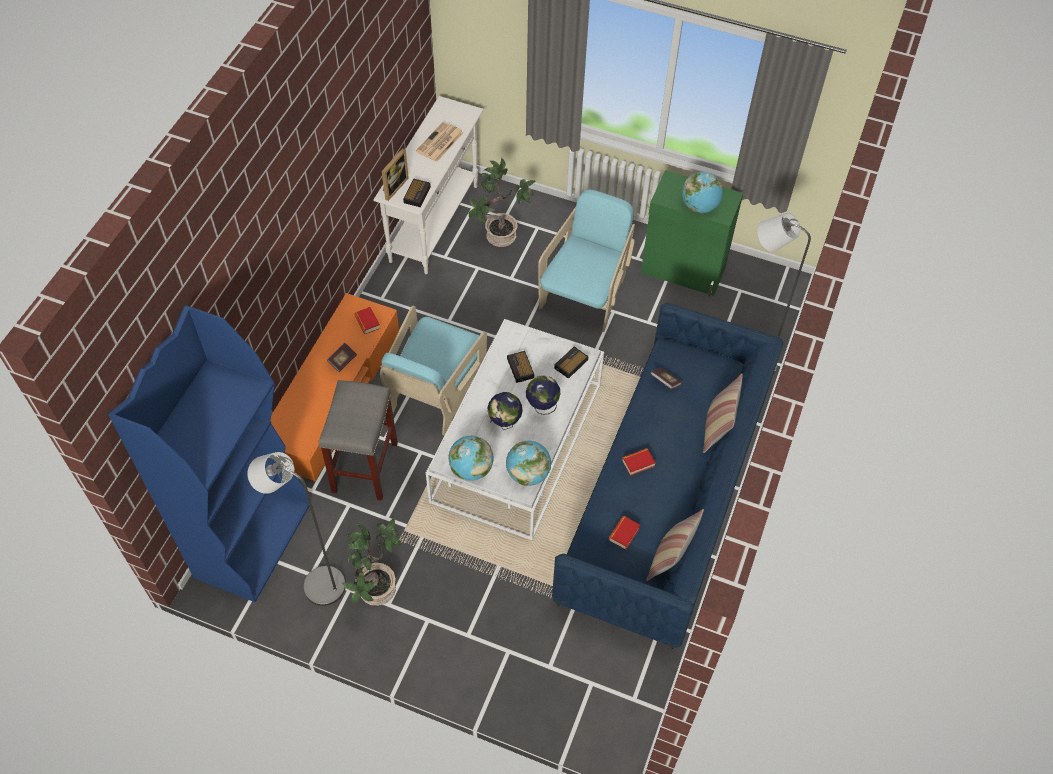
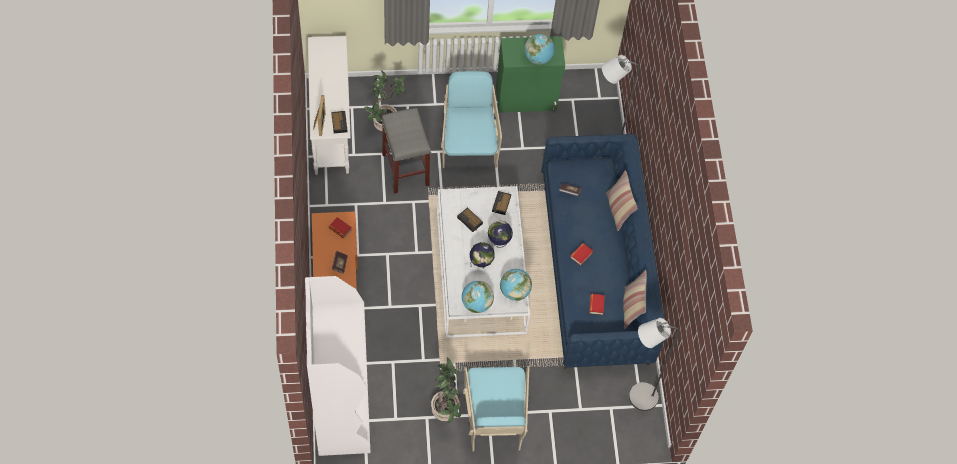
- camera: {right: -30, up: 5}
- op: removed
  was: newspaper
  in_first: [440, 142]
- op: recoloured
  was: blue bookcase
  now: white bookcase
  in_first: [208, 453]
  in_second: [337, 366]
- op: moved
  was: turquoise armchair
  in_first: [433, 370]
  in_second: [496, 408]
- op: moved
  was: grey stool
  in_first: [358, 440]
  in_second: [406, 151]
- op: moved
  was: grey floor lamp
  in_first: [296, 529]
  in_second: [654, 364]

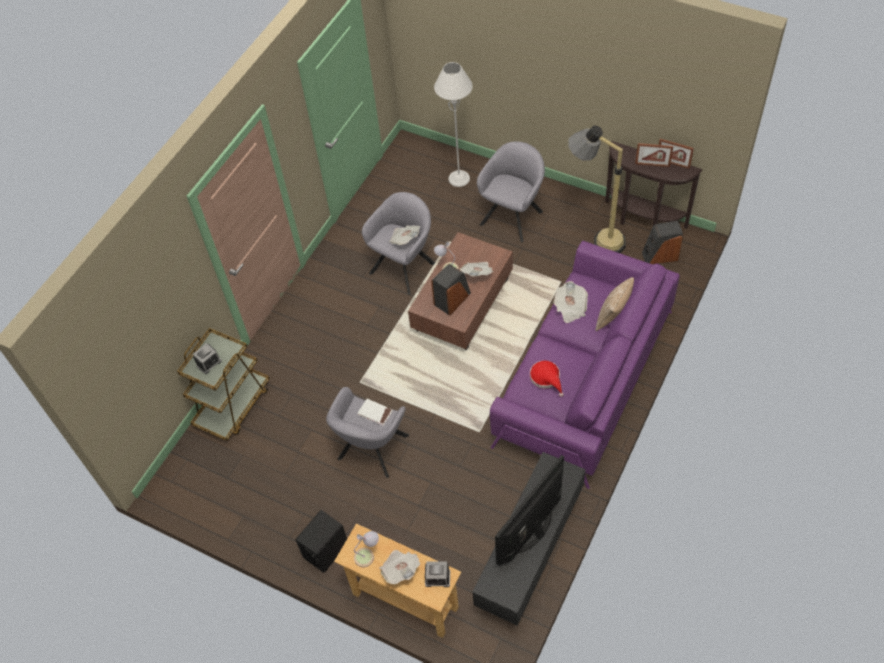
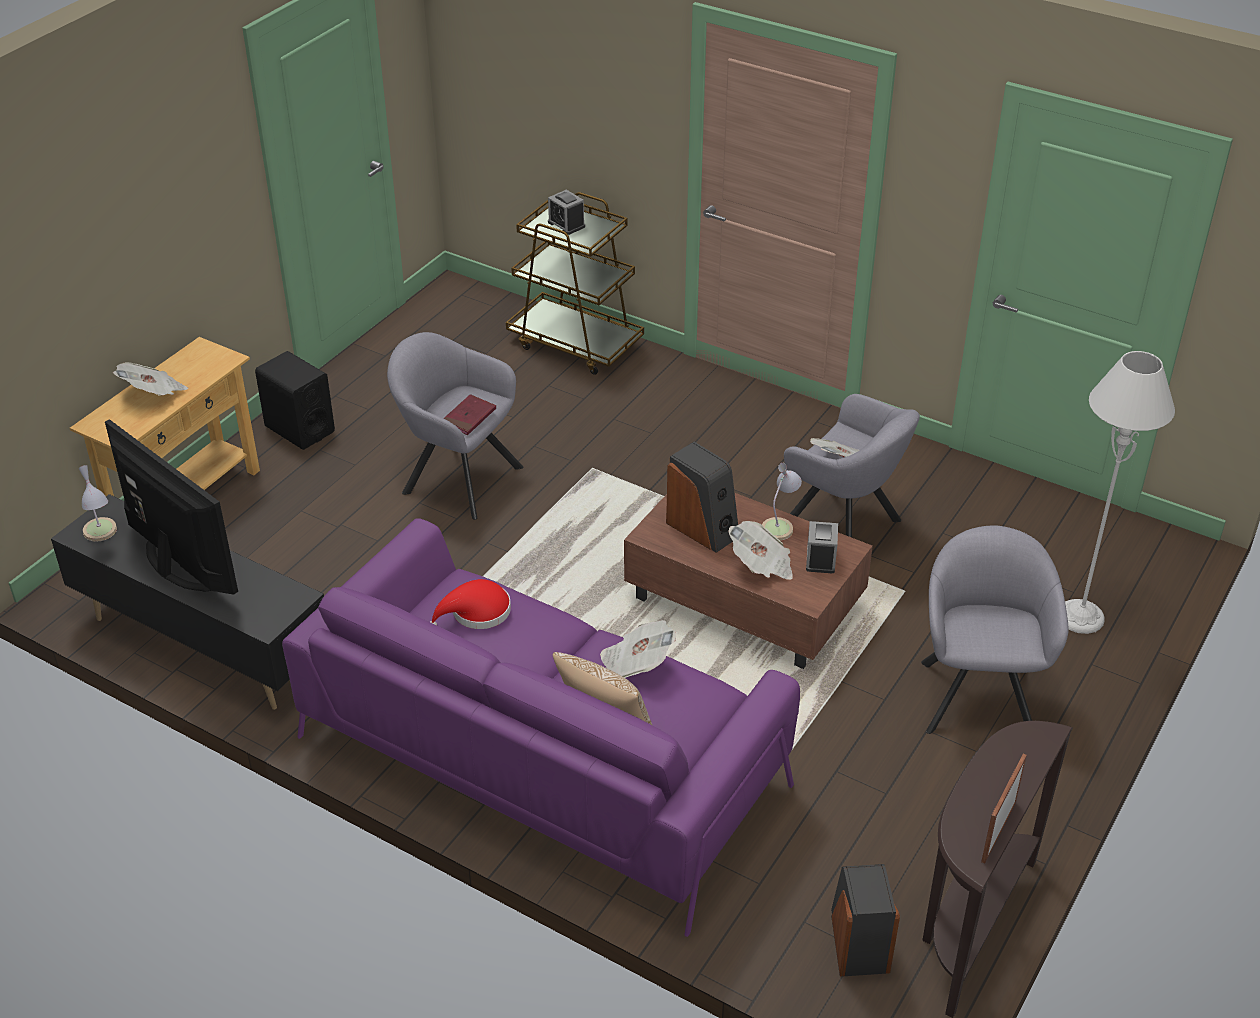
- camera: {right: 90, up: -15}
- op: removed
  was: floor lamp
  in_first: [597, 189]
- op: turned
  was: grey armchair
  in_first: [511, 191]
  in_second: [995, 629]
  clockwise: -120
- op: removed
  was: picture frame
  in_first: [654, 155]
- op: recoloured
  was: white book
  now: red book
  in_first: [375, 412]
  in_second: [470, 414]
- op: moved
  was: table lamp
  in_first: [366, 549]
  in_second: [98, 503]
- op: moved
  was: alarm clock
  in_first: [437, 574]
  in_second: [822, 547]

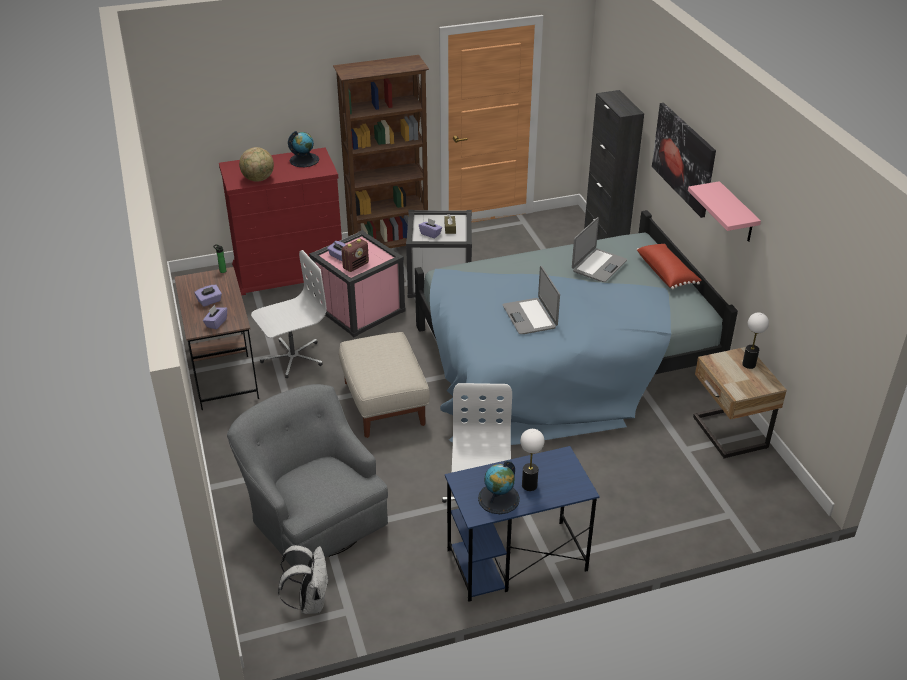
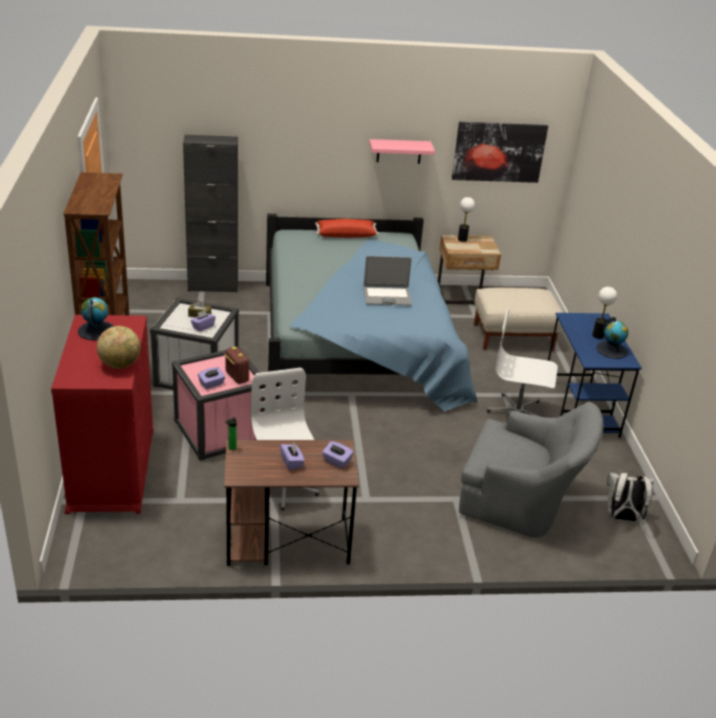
- camera: {right: -80, up: -5}
- op: moved
  was: picture
  in_first: [684, 160]
  in_second: [500, 152]
- op: removed
  was: laptop
  in_first: [599, 249]
- op: moved
  was: beige ottoman
  in_first: [384, 385]
  in_second: [518, 319]
- op: turned
  was: grey armchair
  in_first: [307, 475]
  in_second: [531, 470]
  clockwise: -135

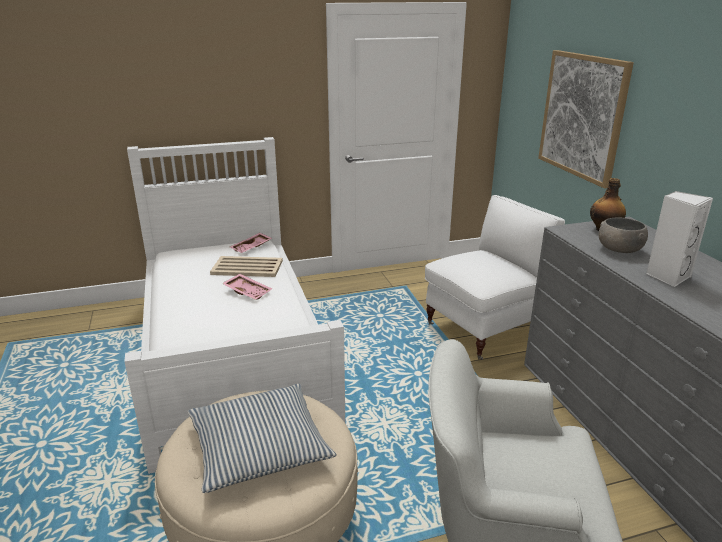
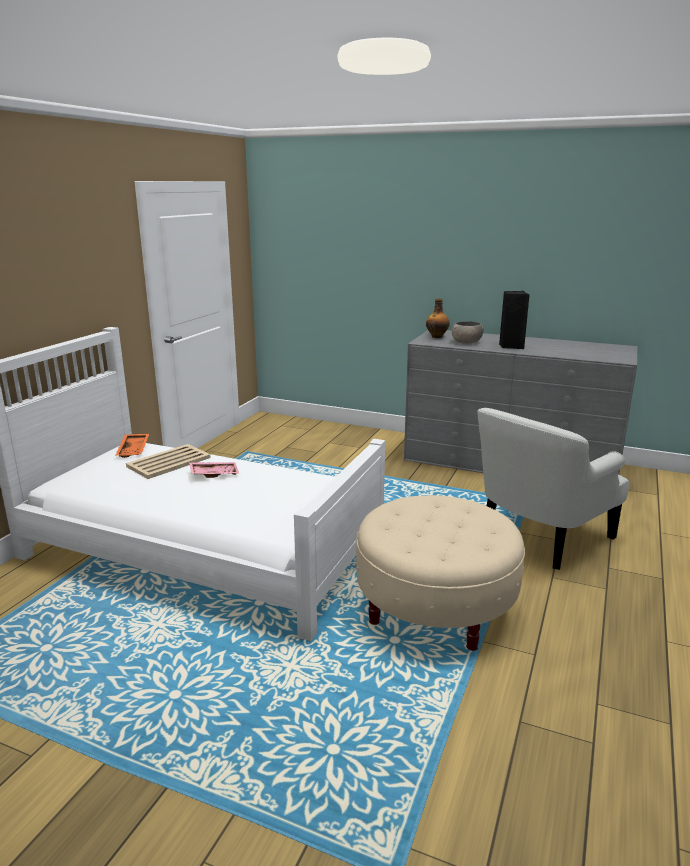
- camera: {right: -50, up: -5}
- op: removed
  was: picture
  in_first: [586, 119]
- op: recoloured
  was: white speaker
  now: black speaker
  in_first: [679, 239]
  in_second: [514, 320]
- op: removed
  was: white armchair
  in_first: [495, 277]
- op: recoloured
  was: pink tray
  now: orange tray
  in_first: [251, 243]
  in_second: [132, 446]
- op: removed
  was: pillow
  in_first: [262, 438]

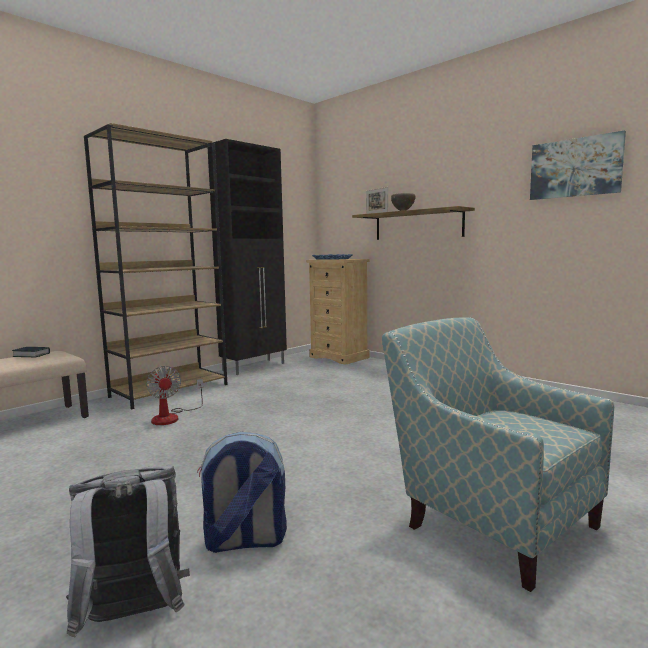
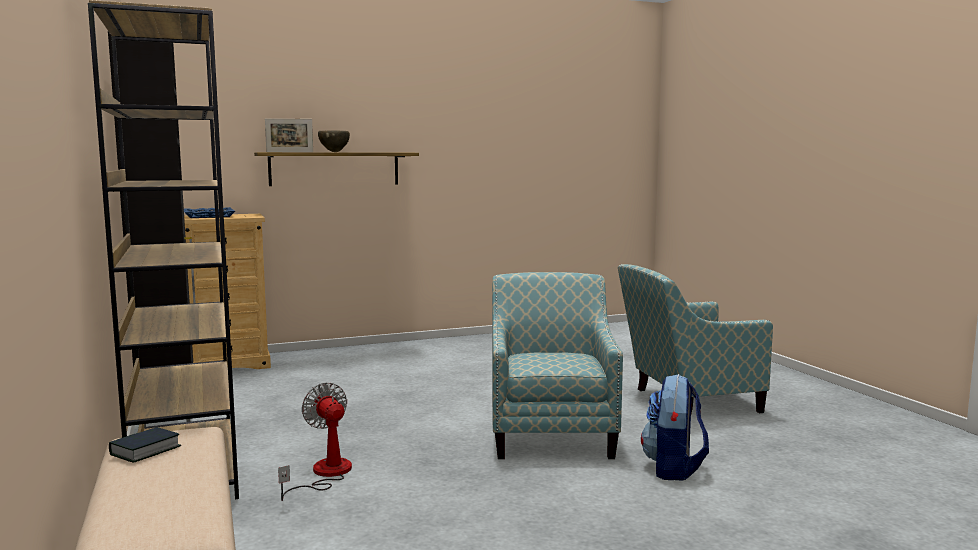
- camera: {right: -65, up: 0}
- op: removed
  was: picture
  in_first: [578, 165]
- op: turned
  was: fan
  in_first: [174, 395]
  in_second: [315, 441]
  clockwise: -120
- op: removed
  was: grey backpack
  in_first: [128, 552]
- op: added
  now: armchair
  in_second: [557, 365]

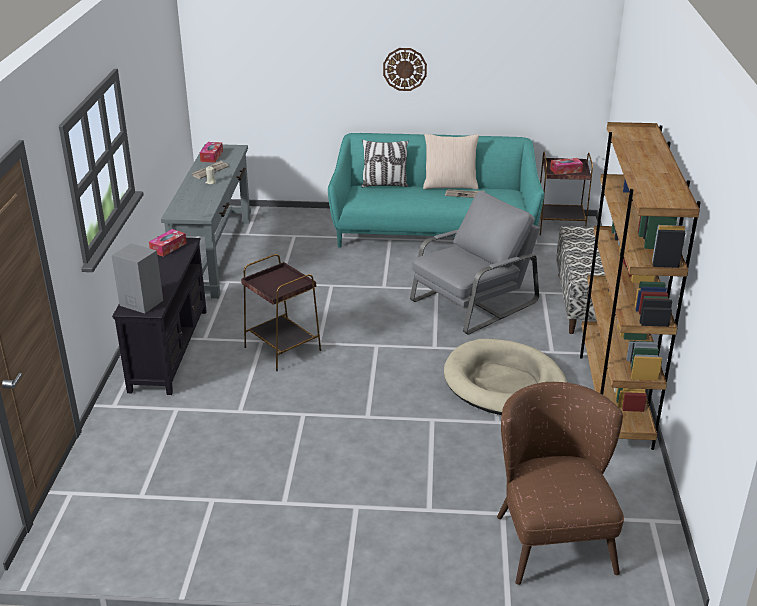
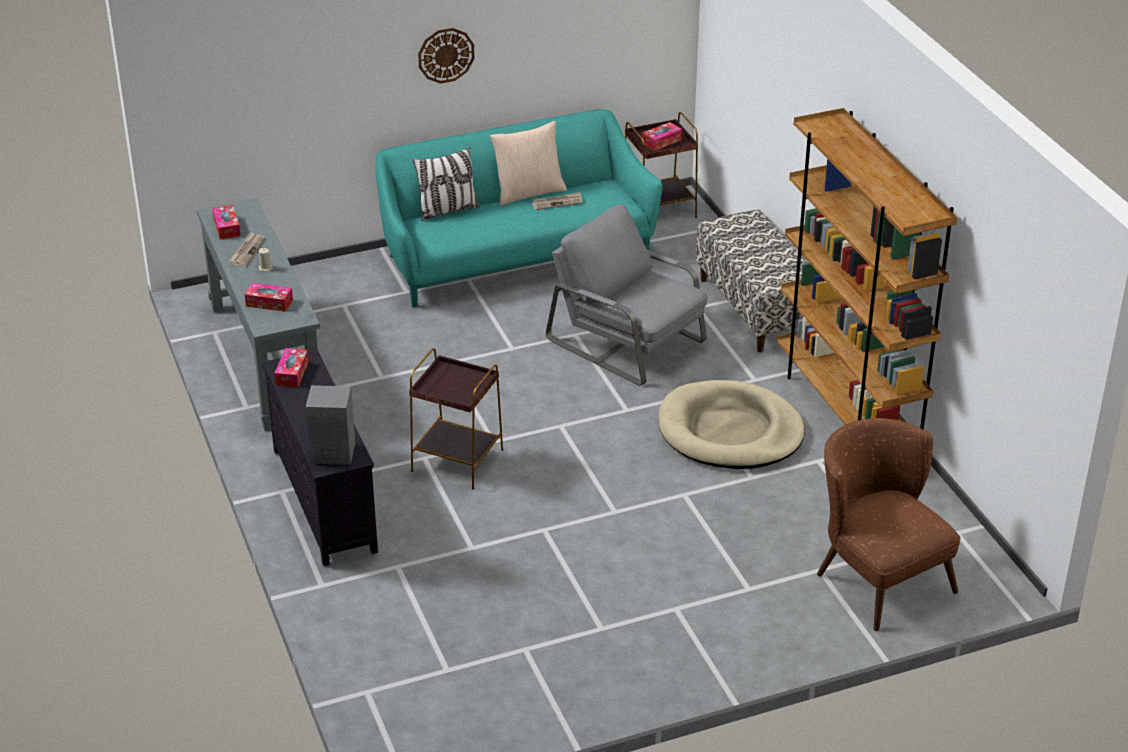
- camera: {right: -25, up: 5}
- op: turned
  was: grey armchair
  in_first: [475, 263]
  in_second: [626, 295]
  clockwise: -75
- op: added
  now: tissue box
  in_second: [269, 297]

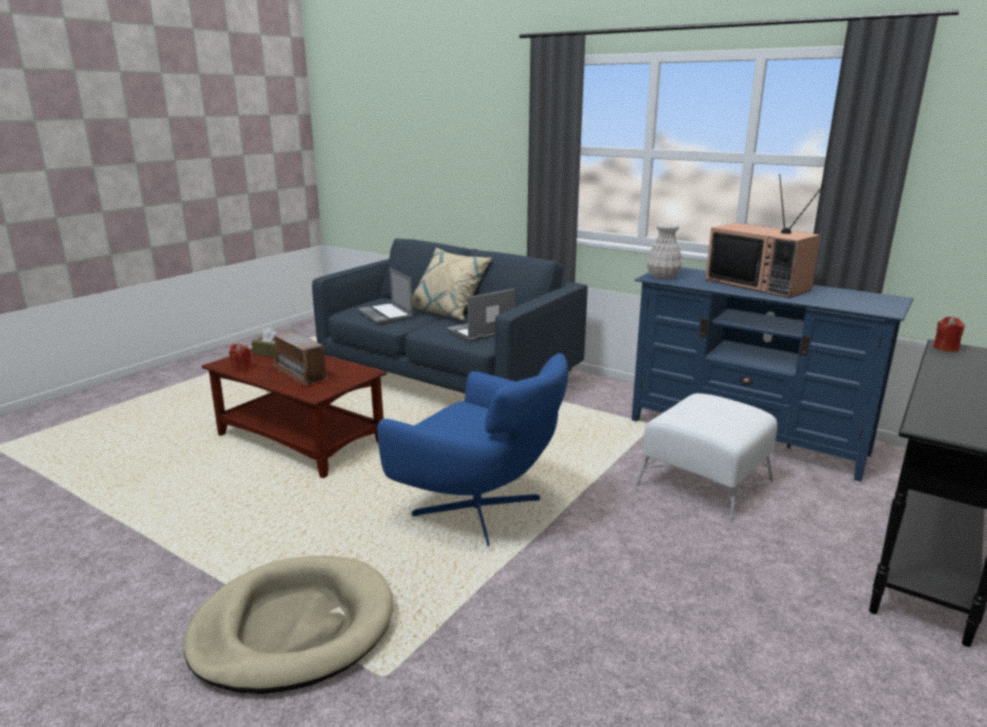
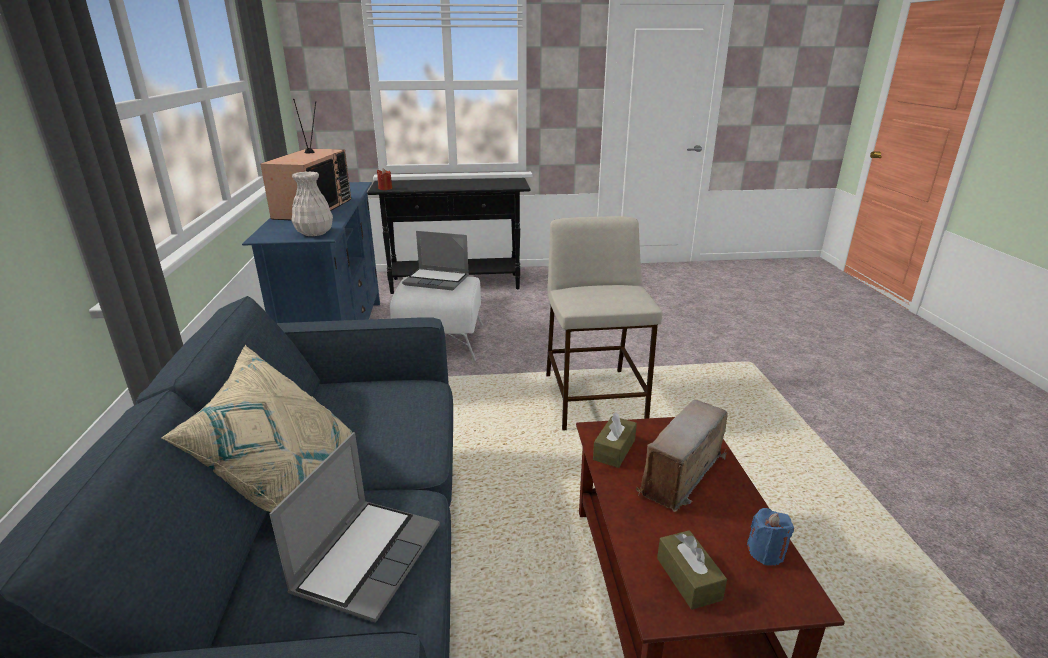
- camera: {right: -130, up: 5}
- op: moved
  was: laptop
  in_first: [481, 315]
  in_second: [435, 261]
- op: turned
  was: radio
  in_first: [301, 358]
  in_second: [682, 456]
  clockwise: -150
- op: recoloured
  was: red candle
  now: blue candle
  in_first: [240, 358]
  in_second: [770, 537]
- op: replaced
  was: blue armchair
  now: beige stool
  in_first: [472, 449]
  in_second: [604, 323]
- op: removed
  was: beige dog bed
  in_first: [288, 625]
- op: added
  now: brown tissue box
  in_second: [615, 440]

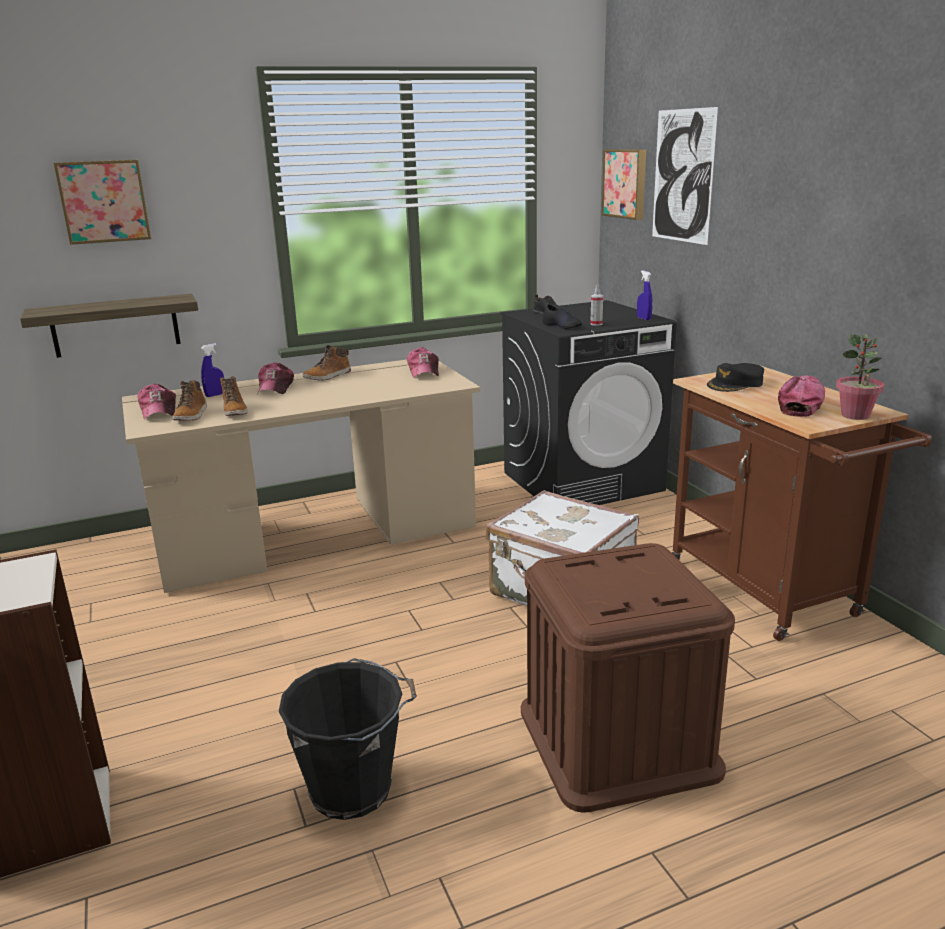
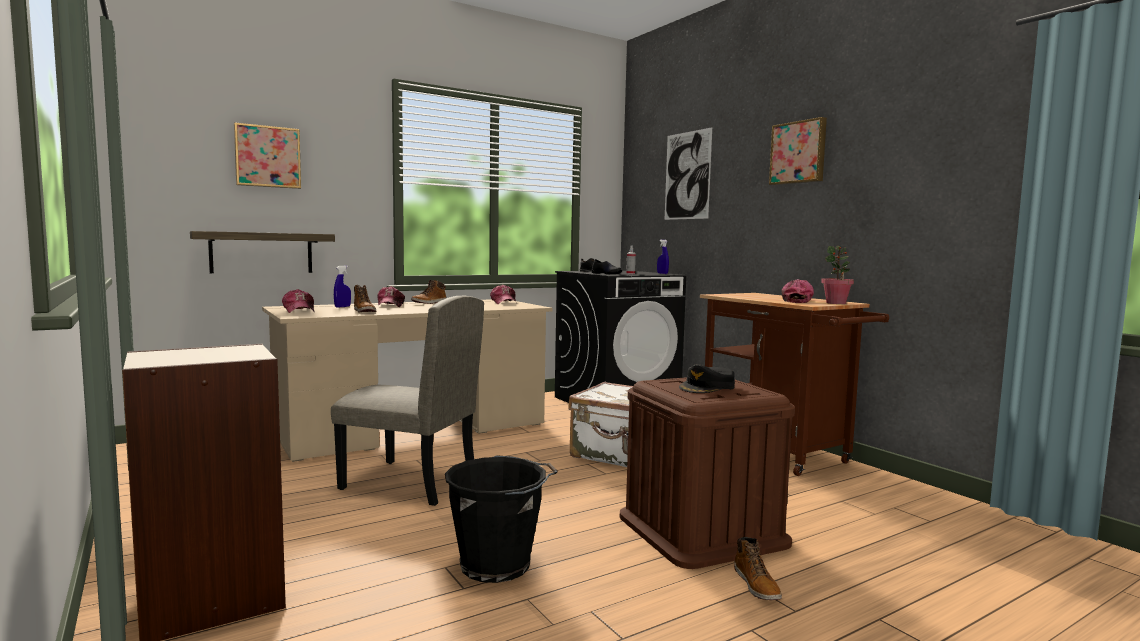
- camera: {right: -10, up: -15}
- op: moved
  was: picture
  in_first: [624, 184]
  in_second: [798, 151]
- op: moved
  was: black cap
  in_first: [735, 377]
  in_second: [707, 378]
- op: moved
  was: boot
  in_first: [190, 401]
  in_second: [758, 568]
- op: added
  now: beige chair
  in_second: [407, 401]

